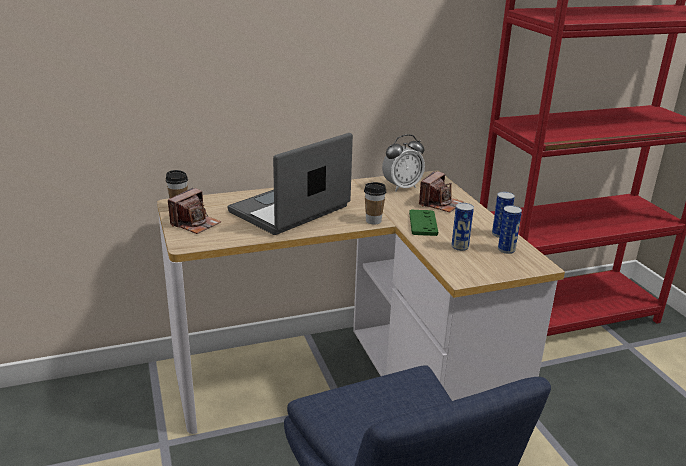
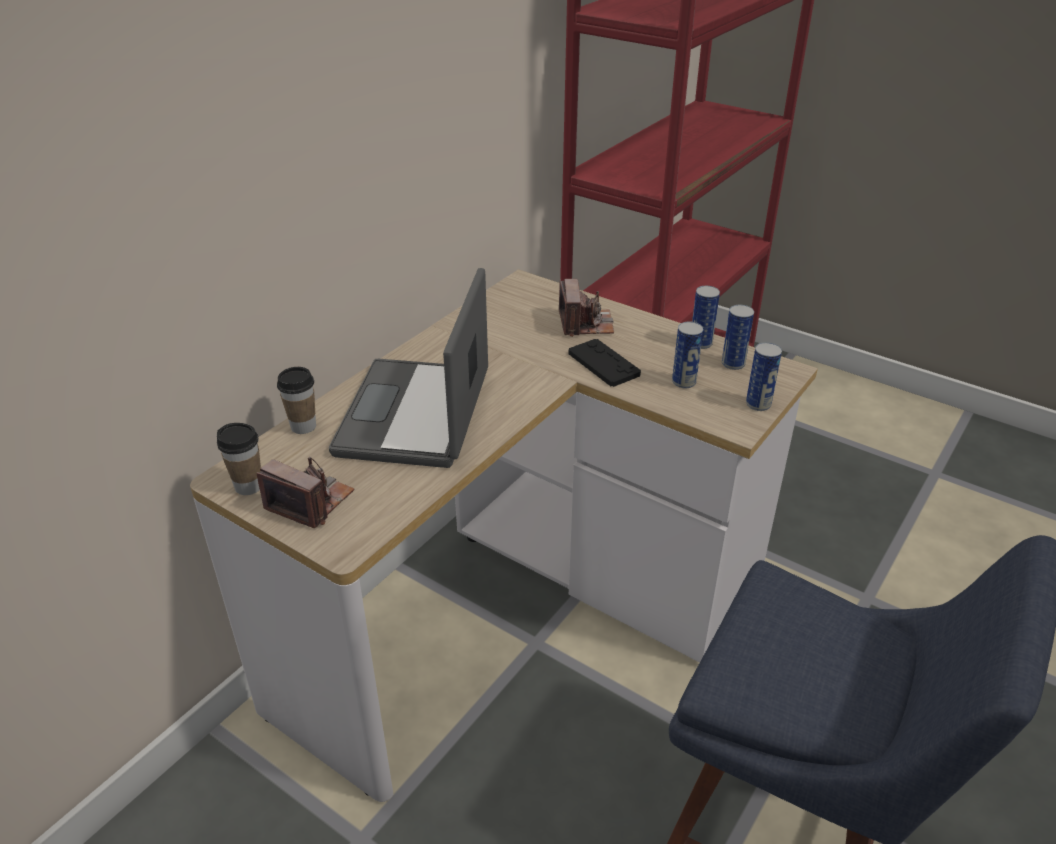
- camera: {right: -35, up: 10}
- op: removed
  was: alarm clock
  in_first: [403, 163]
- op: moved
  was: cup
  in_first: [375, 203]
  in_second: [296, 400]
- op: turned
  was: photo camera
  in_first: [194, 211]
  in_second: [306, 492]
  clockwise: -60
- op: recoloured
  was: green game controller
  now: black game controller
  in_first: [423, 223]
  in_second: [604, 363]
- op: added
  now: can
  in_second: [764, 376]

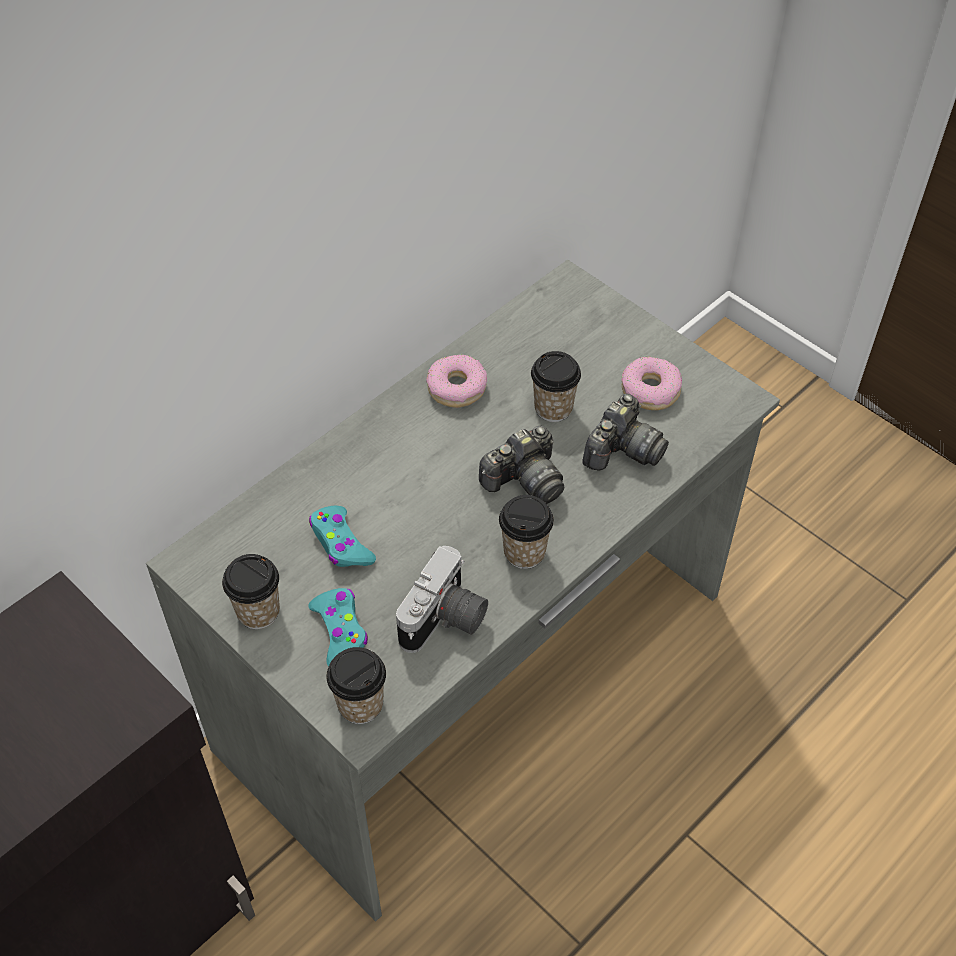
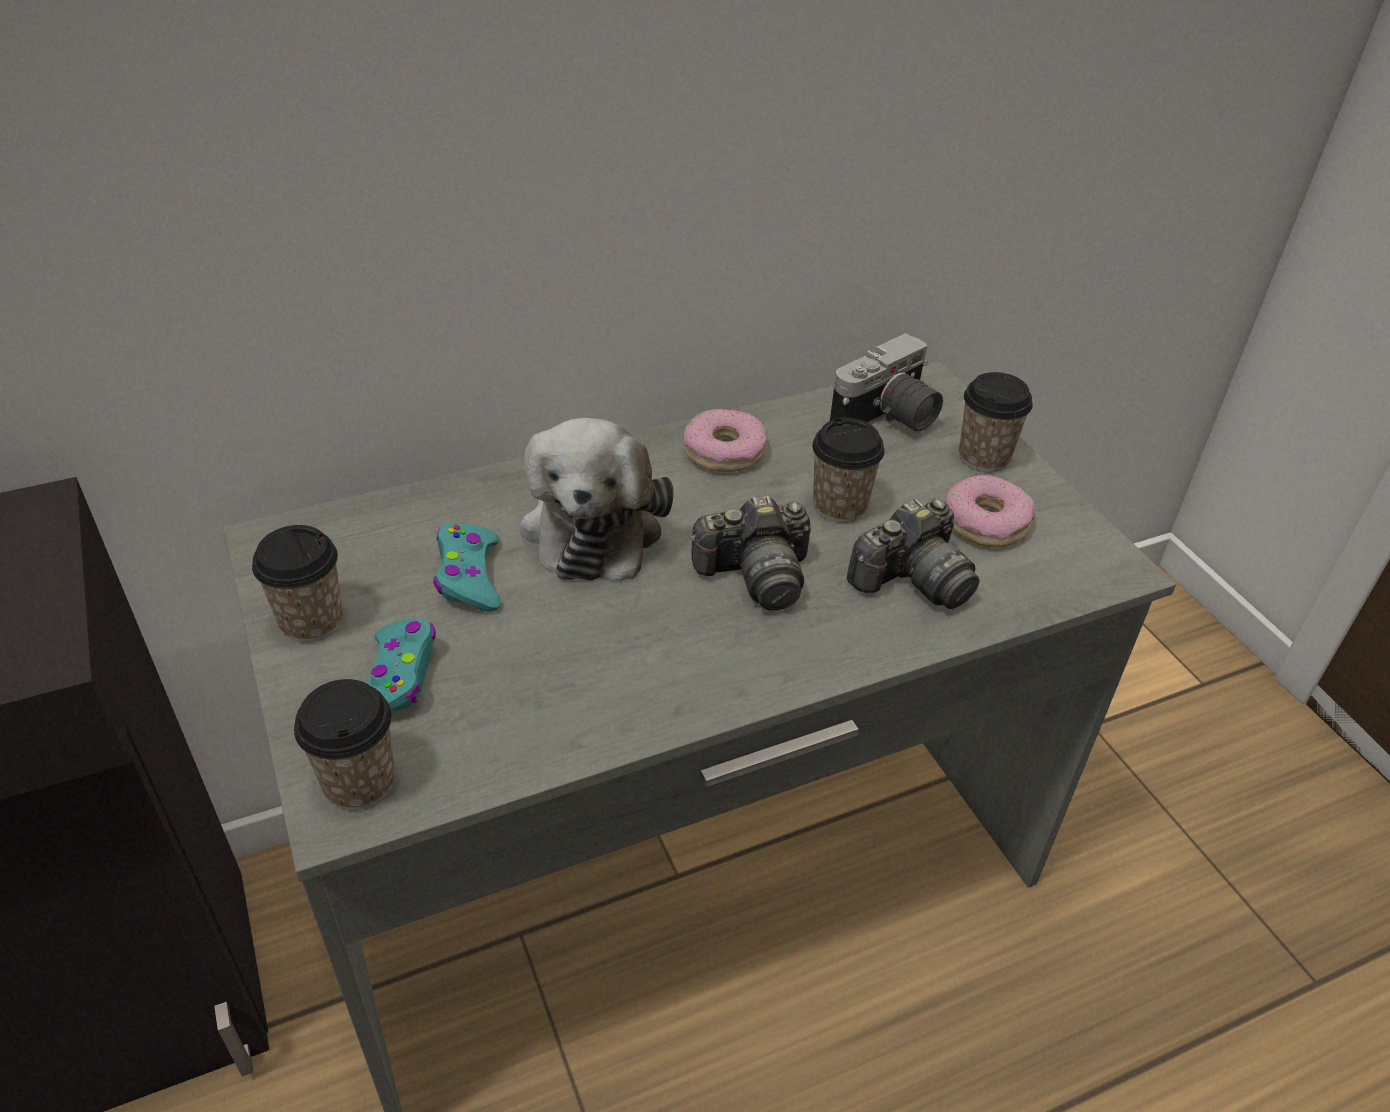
- camera: {right: 20, up: -10}
- op: moved
  was: cup
  in_first: [526, 532]
  in_second: [996, 422]
- op: moved
  was: photo camera
  in_first: [442, 599]
  in_second: [886, 382]
- op: added
  now: plush toy
  in_second: [597, 499]

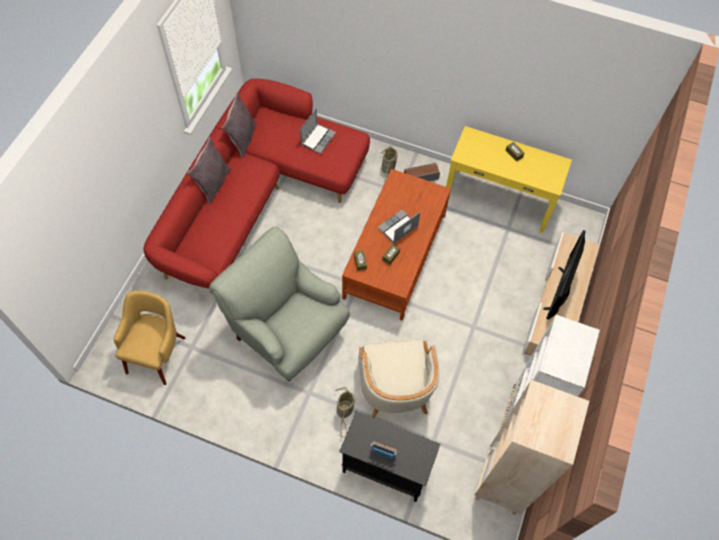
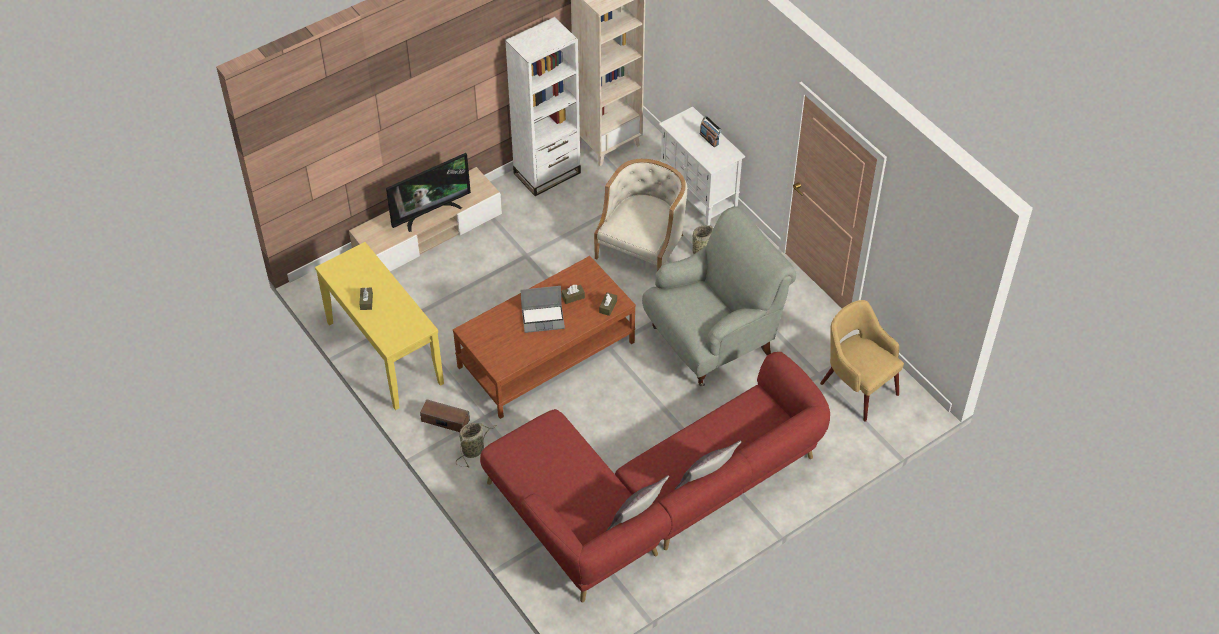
- camera: {right: -145, up: -10}
- op: removed
  was: laptop
  in_first: [318, 131]
- op: turned
  was: grey armchair
  in_first: [279, 304]
  in_second: [719, 296]
  clockwise: -105
- op: turned
  was: yellow armchair
  in_first: [149, 338]
  in_second: [862, 360]
  clockwise: 90
- op: recoloured
  was: black cabinet
  now: white cabinet
  in_first: [389, 456]
  in_second: [702, 166]

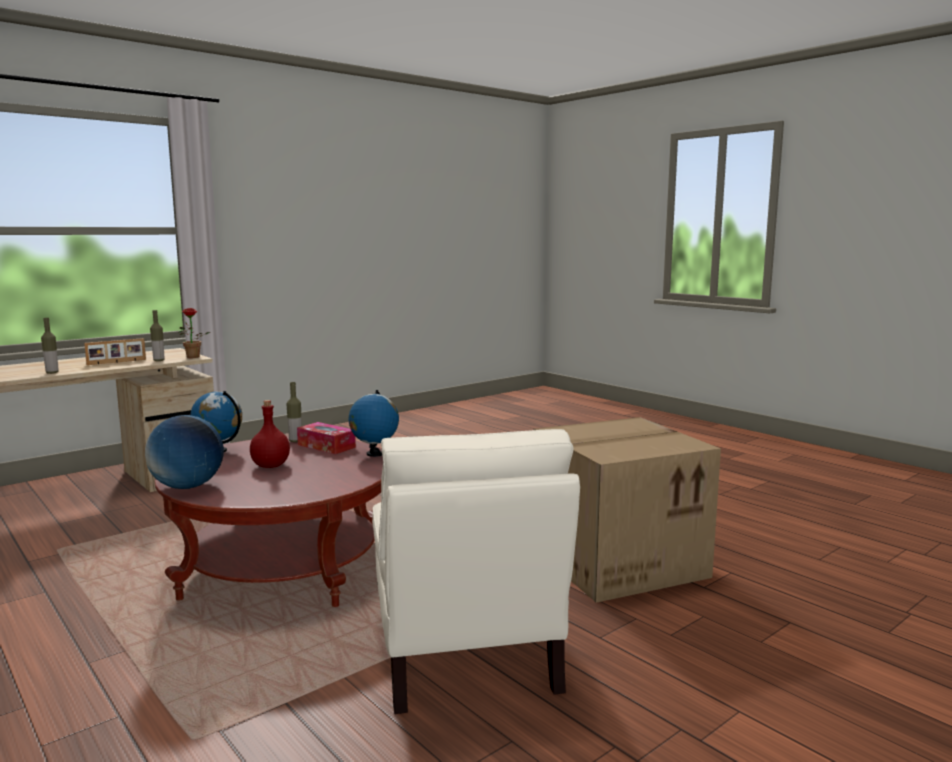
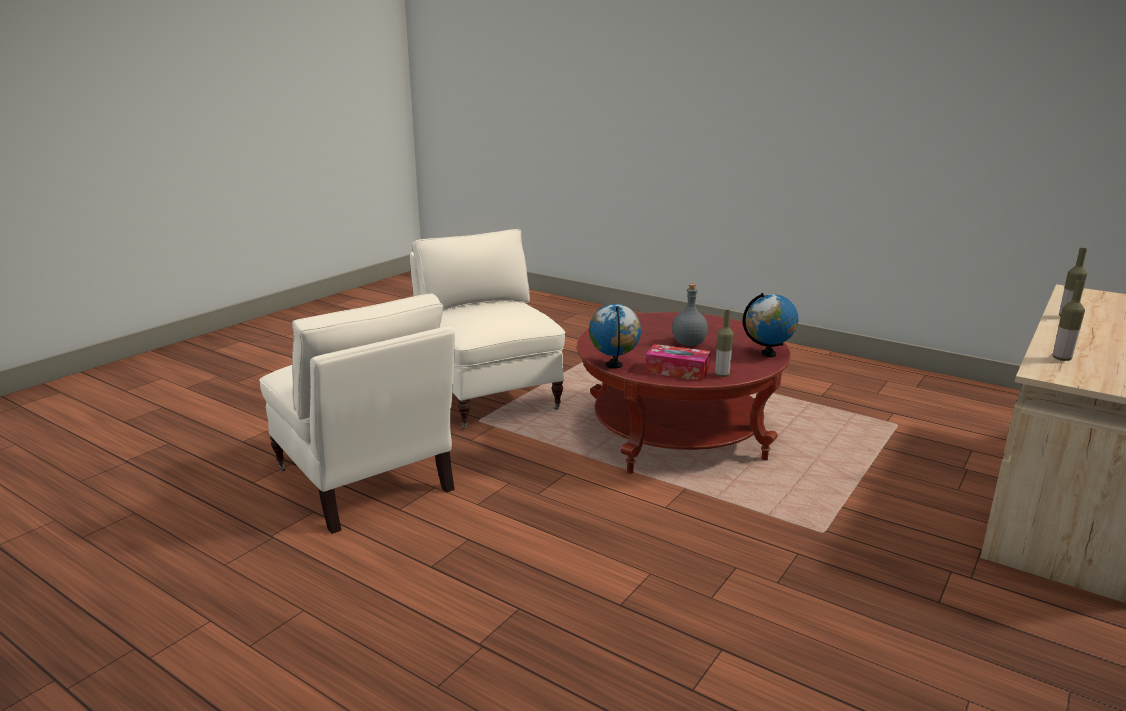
- camera: {right: 165, up: 10}
- op: removed
  was: potted plant
  in_first: [194, 333]
- op: removed
  was: picture frame
  in_first: [115, 351]
- op: recoloured
  was: red bottle
  now: grey bottle
  in_first: [270, 434]
  in_second: [690, 315]
- op: removed
  was: globe
  in_first: [184, 452]
- op: replaced
  was: cardboard box
  now: beige armchair
  in_first: [627, 510]
  in_second: [357, 413]

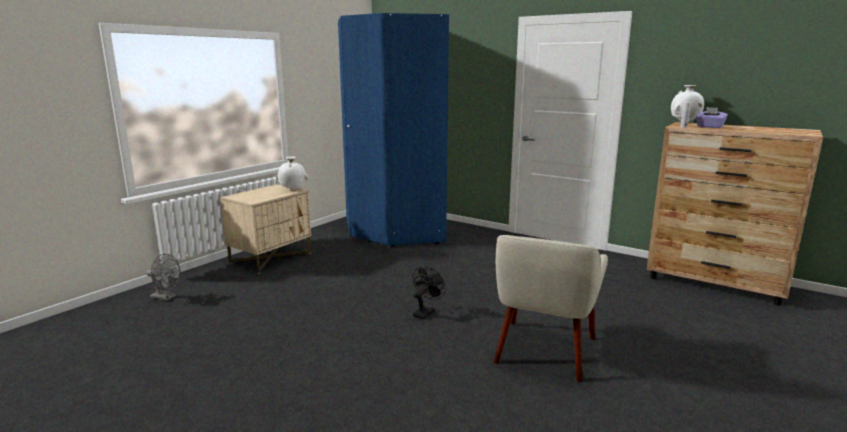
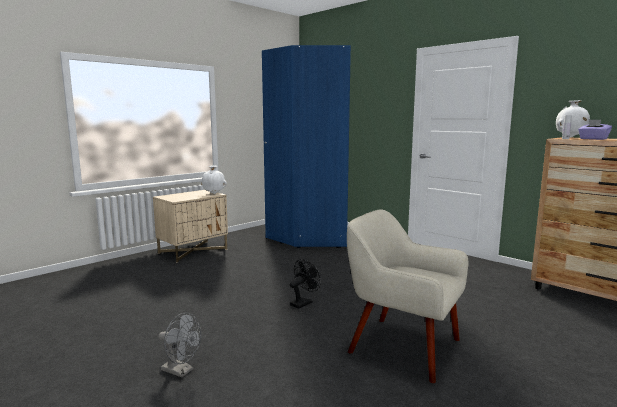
- camera: {right: 10, up: -5}
- op: turned
  was: beige armchair
  in_first: [550, 308]
  in_second: [407, 296]
  clockwise: 90
- op: moved
  was: grey fan
  in_first: [163, 277]
  in_second: [179, 345]

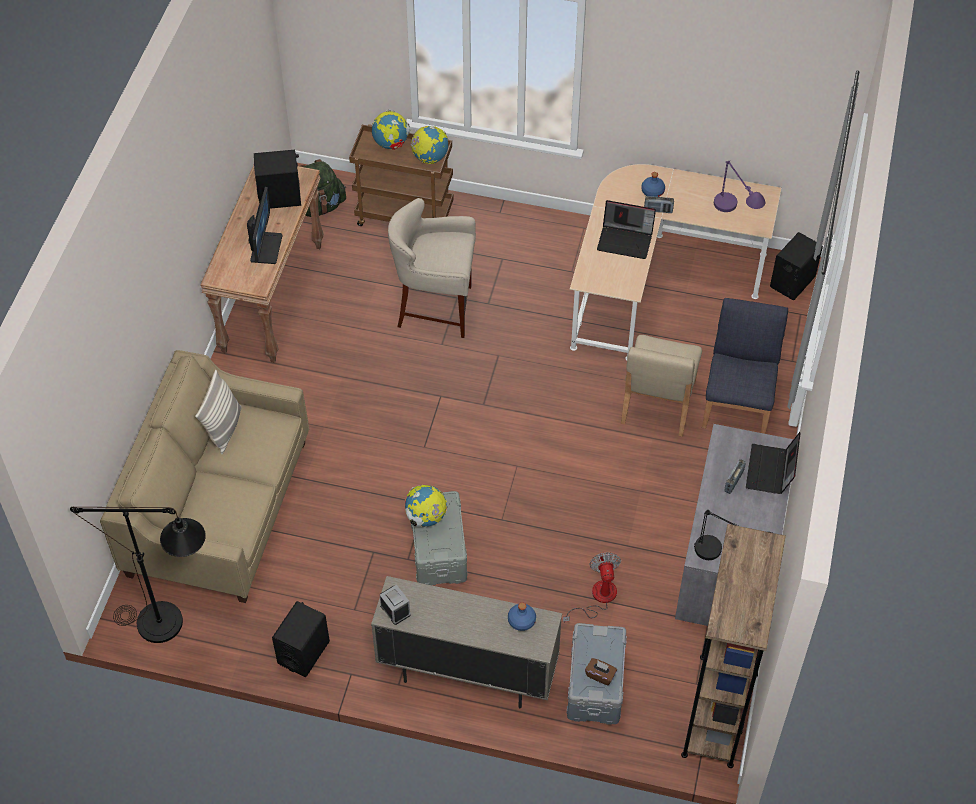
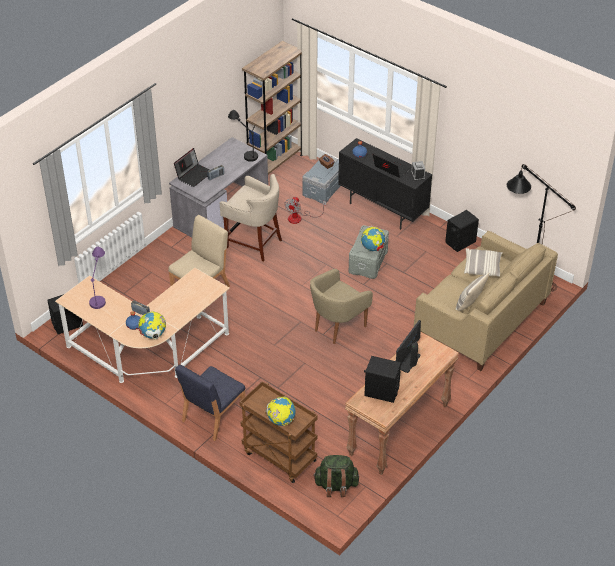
- camera: {right: -155, up: -10}
- op: moved
  was: globe
  in_first: [429, 145]
  in_second: [152, 325]
- op: moved
  was: beige stool
  in_first: [432, 268]
  in_second: [251, 218]
- op: moved
  was: laptop
  in_first: [626, 229]
  in_second: [392, 166]
- op: moved
  was: blue chair
  in_first: [745, 366]
  in_second: [210, 403]
- op: recoloured
  was: beige cabinet
  now: black cabinet
  in_first: [466, 642]
  in_second: [385, 184]
- op: added
  now: pillow
  in_second: [483, 262]
- op: added
  now: beige armchair
  in_second: [341, 306]

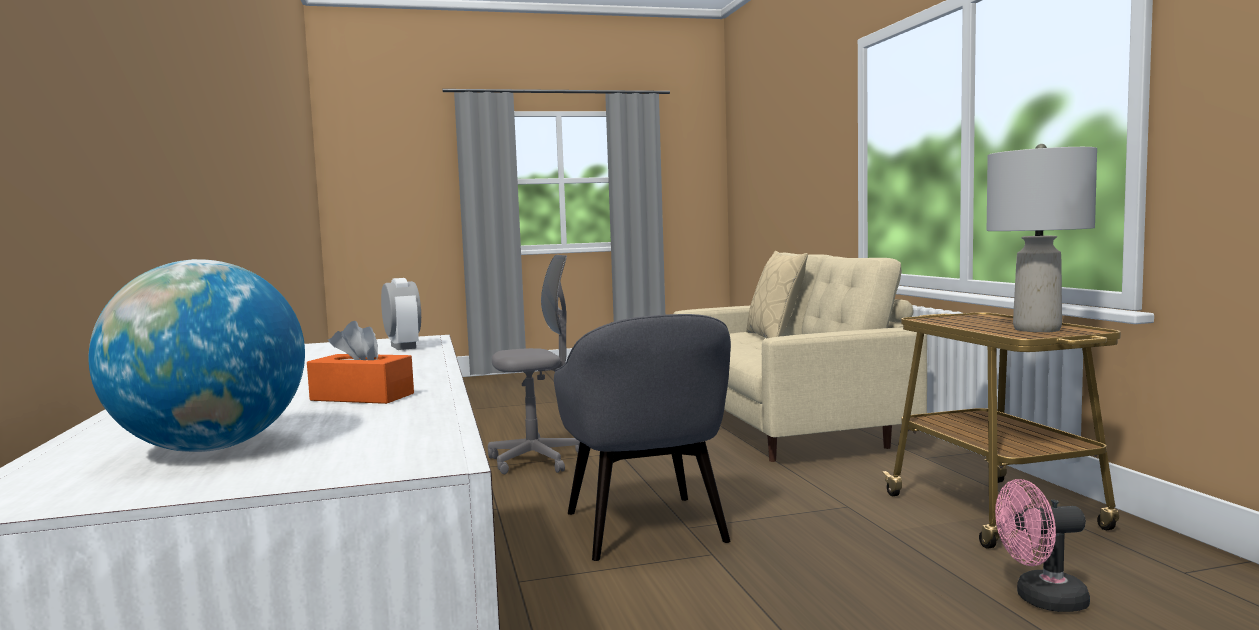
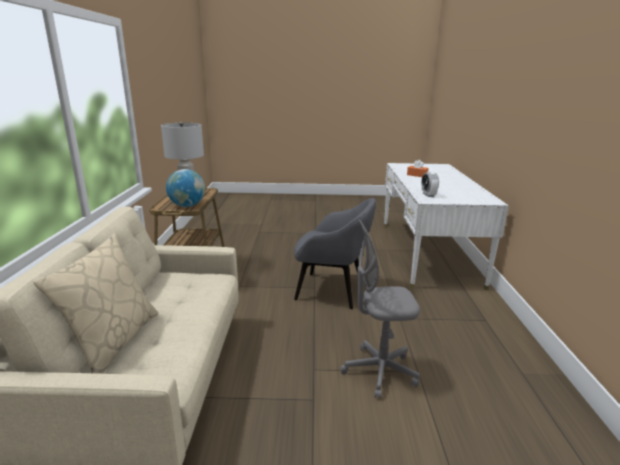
- camera: {right: -165, up: 15}
- op: moved
  was: globe
  in_first: [197, 355]
  in_second: [185, 188]
- op: turned
  was: grey armchair
  in_first: [642, 437]
  in_second: [335, 253]
  clockwise: 105
- op: removed
  was: pink fan
  in_first: [1042, 545]

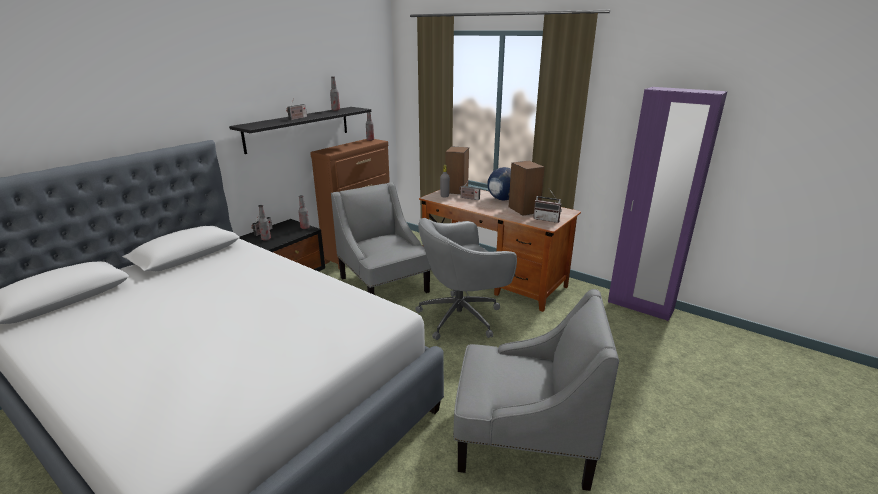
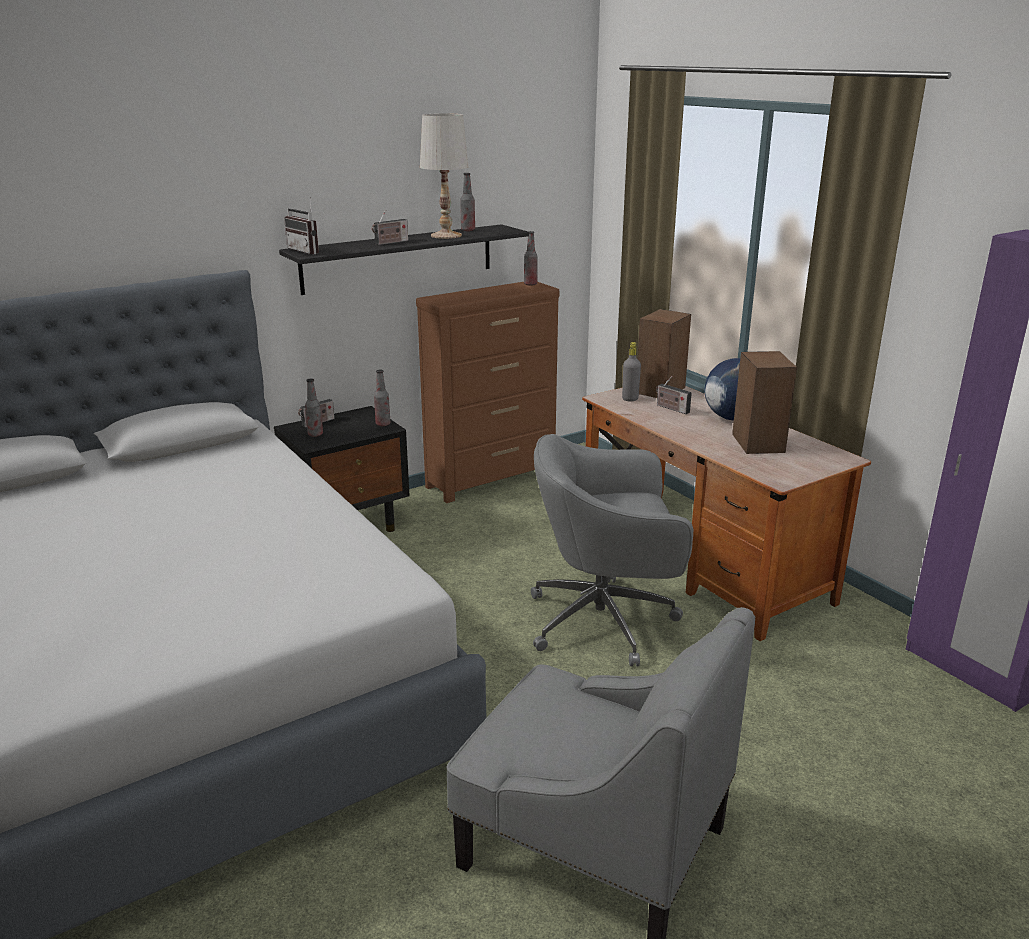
- camera: {right: 20, up: 0}
- op: removed
  was: grey armchair
  in_first: [381, 238]
- op: moved
  was: radio
  in_first: [547, 206]
  in_second: [301, 226]
- op: added
  now: white table lamp
  in_second: [444, 176]

